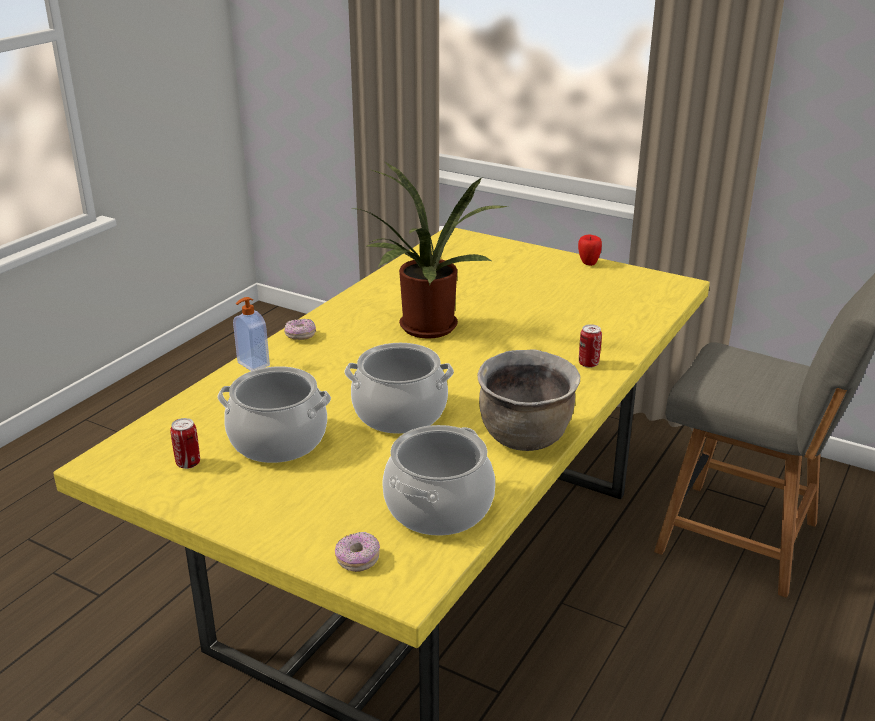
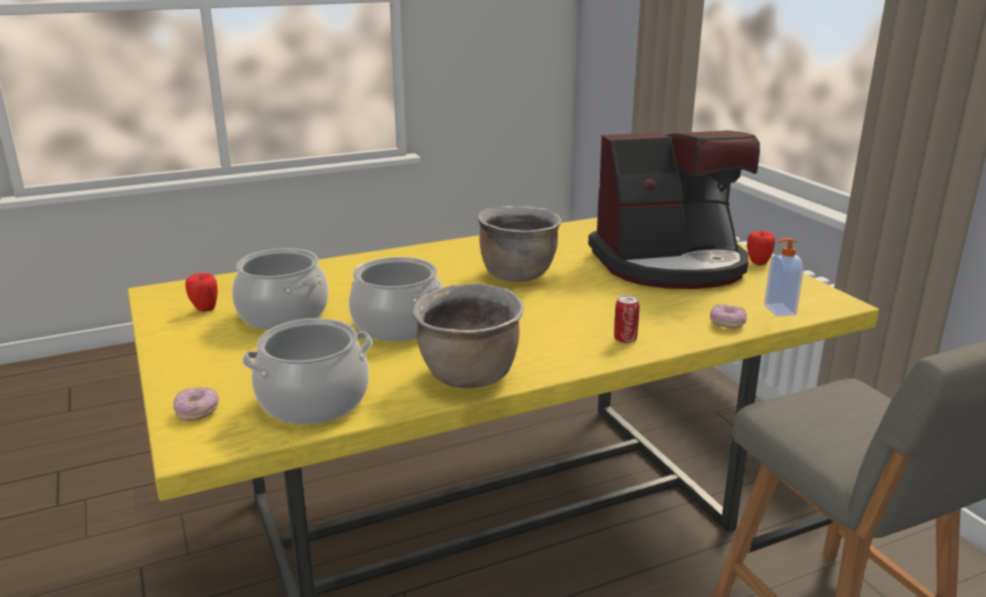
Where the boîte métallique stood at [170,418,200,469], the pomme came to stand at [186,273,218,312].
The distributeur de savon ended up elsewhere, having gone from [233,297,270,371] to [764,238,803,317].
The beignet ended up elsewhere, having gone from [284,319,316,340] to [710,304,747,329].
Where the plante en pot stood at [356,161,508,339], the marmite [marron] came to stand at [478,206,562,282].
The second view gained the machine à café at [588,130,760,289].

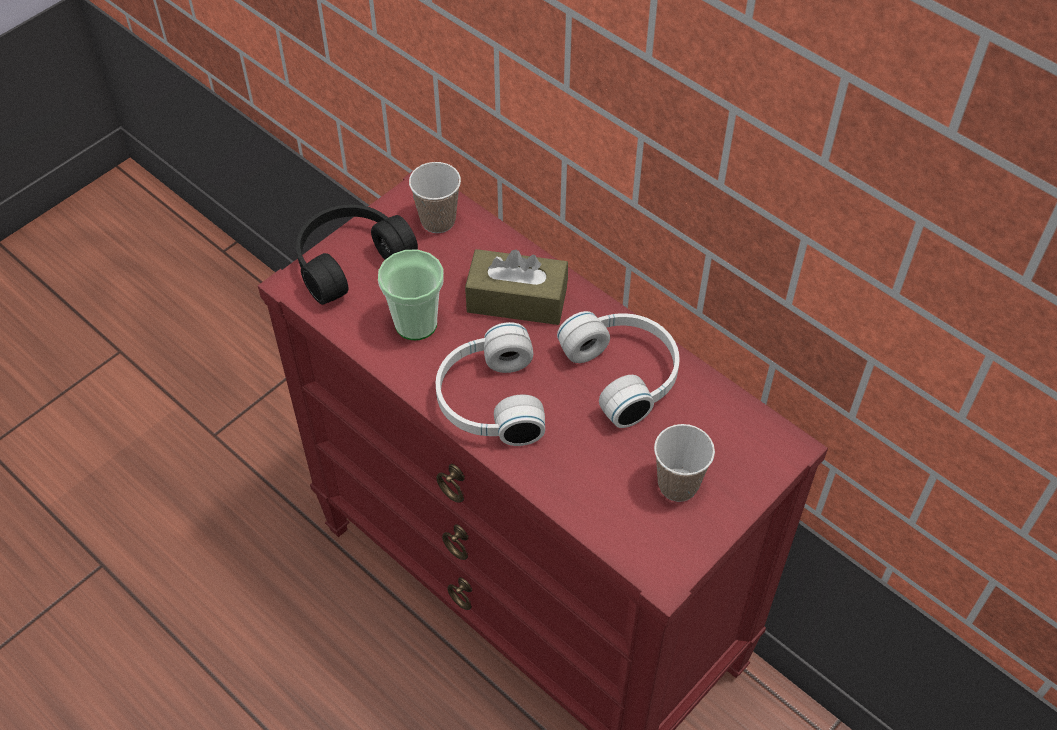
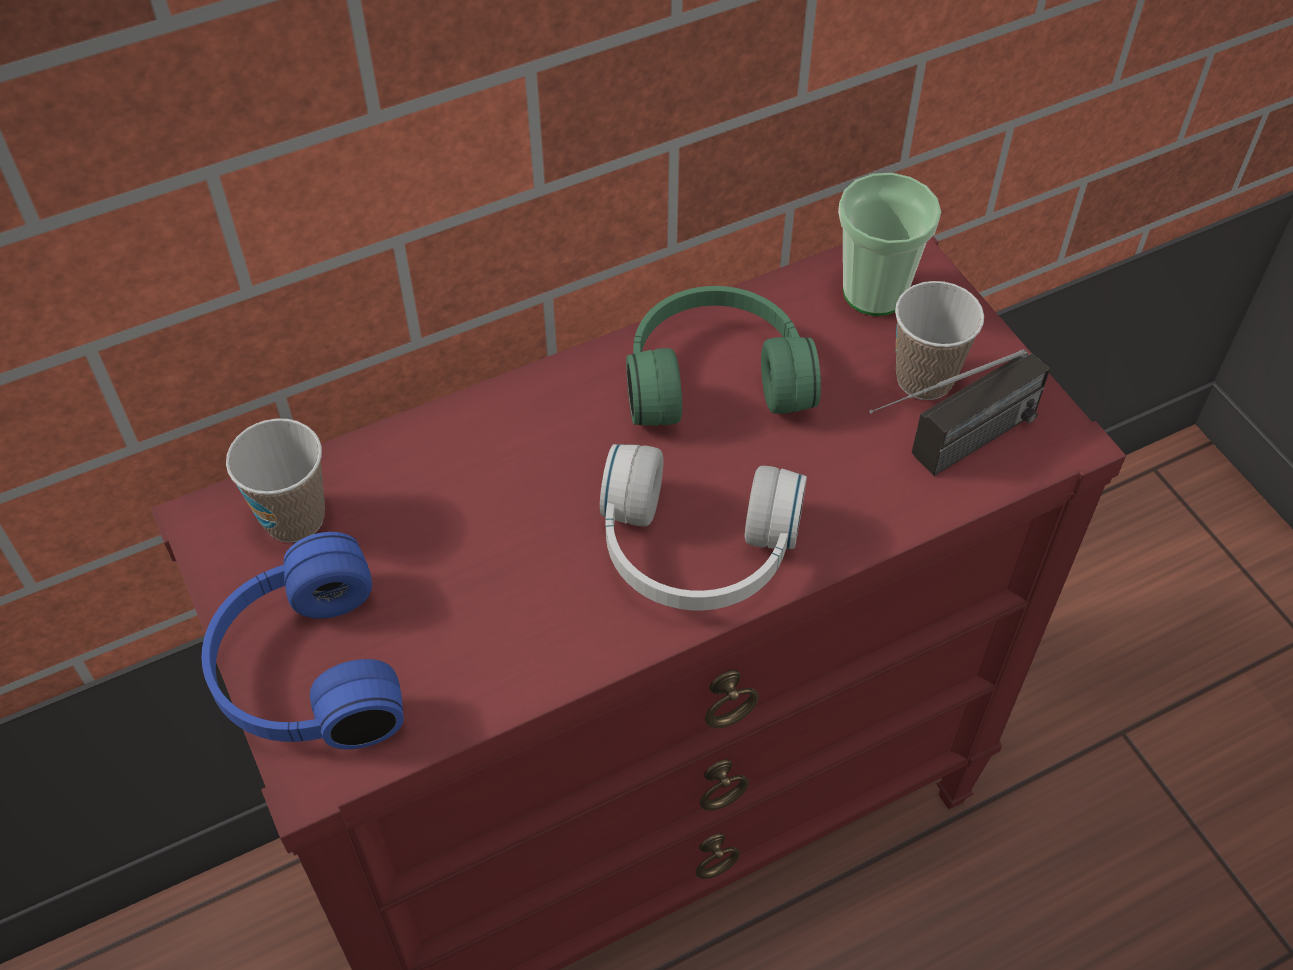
What was the casque audio [noir] at [296,204,418,305] turned into the casque audio [bleu] at [201,532,404,749].
The tasse ended up elsewhere, having gone from [378,250,444,340] to [838,173,941,316].
The second view lost the boîte à mouchoirs [marron] at [465,249,568,325].
What was the casque audio [blanc] at [557,311,680,428] turned into the casque audio [vert] at [626,286,821,426].
The second view gained the radio at [870,349,1050,476].

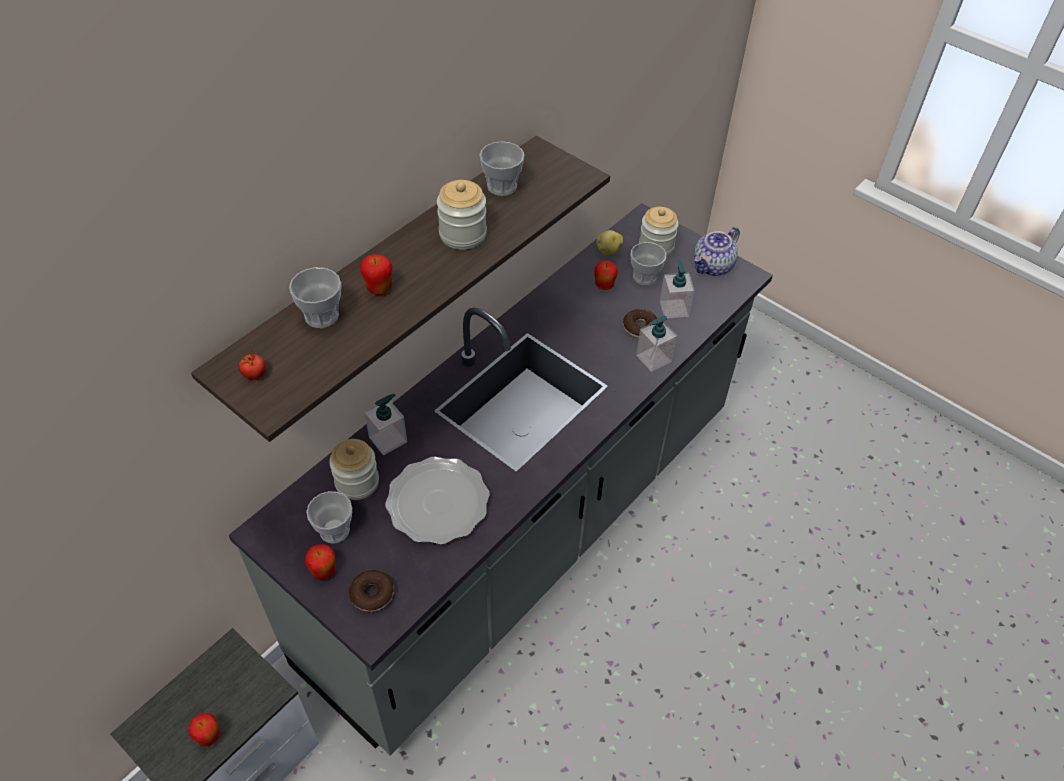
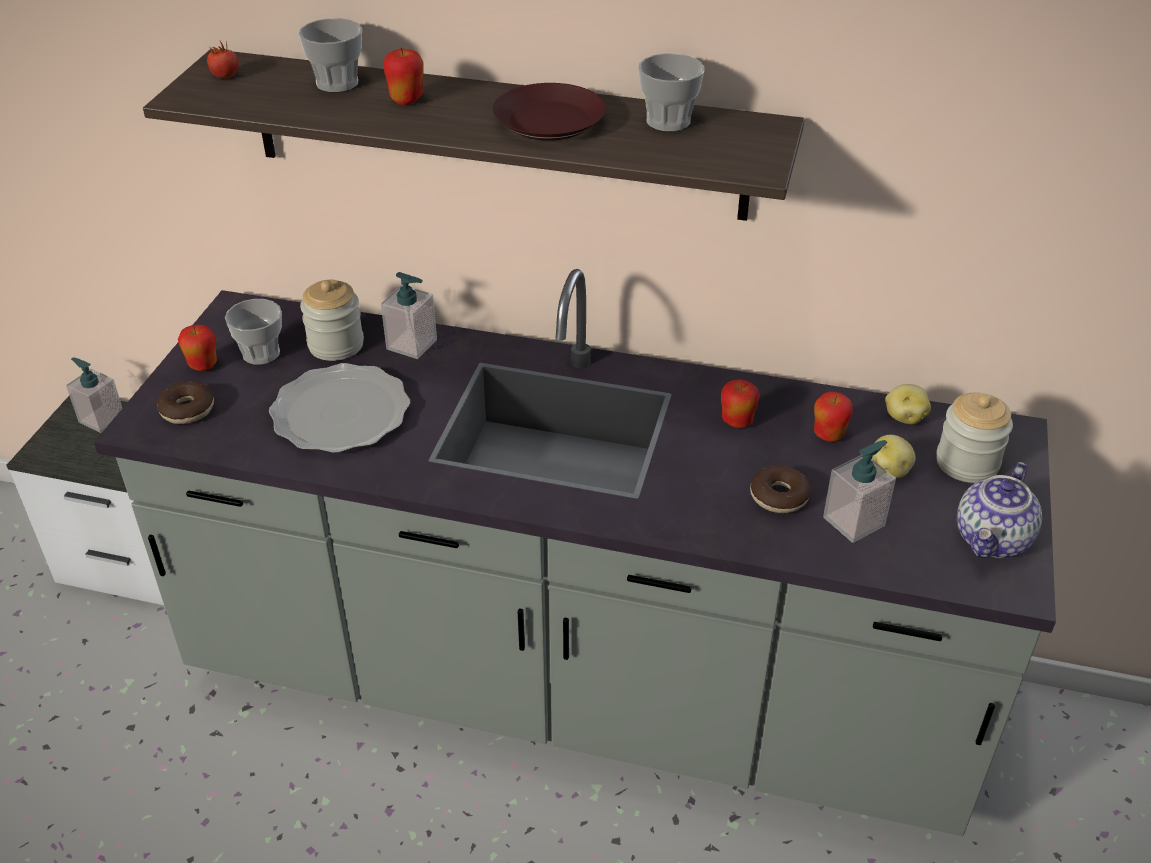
The pomme ended up elsewhere, having gone from [188,713,220,746] to [721,379,760,428].
Where the bocal stood at [437,180,487,250], the assiette [marron] came to stand at [493,83,606,141].
Where the tasse stood at [631,242,667,285], the pomme de terre came to stand at [872,435,915,478].
The distributeur de savon ended up elsewhere, having gone from [636,315,677,372] to [66,358,122,433].
The théière at [694,227,740,276] ended up facing another way, 75 degrees counterclockwise from before.

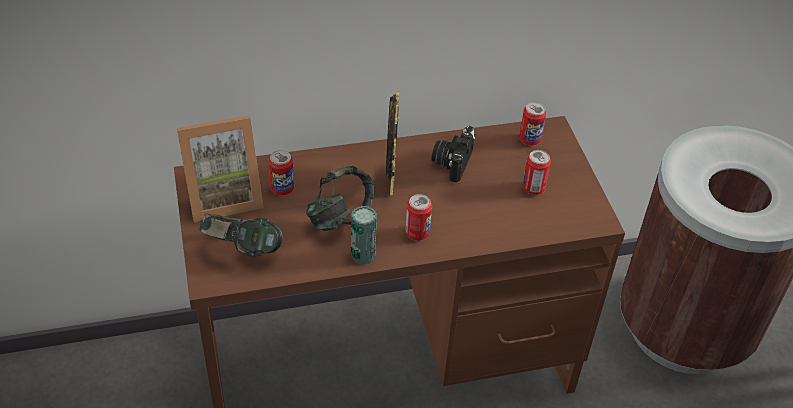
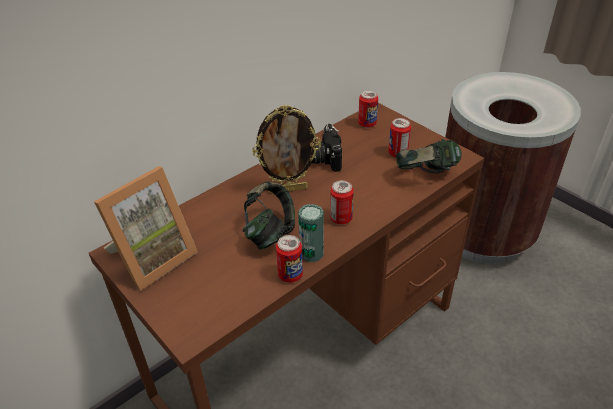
The casque audio ended up elsewhere, having gone from [199,213,283,257] to [396,139,462,173].
The boîte métallique ended up elsewhere, having gone from [269,150,294,196] to [276,235,303,283].
The cadre photo at [386,91,399,195] ended up facing another way, 105 degrees clockwise from before.

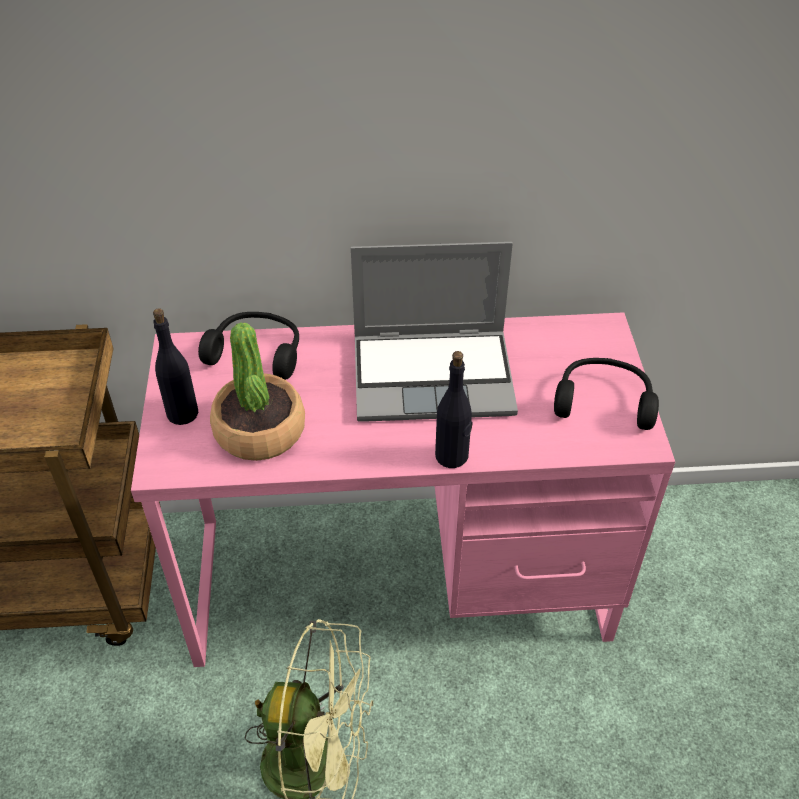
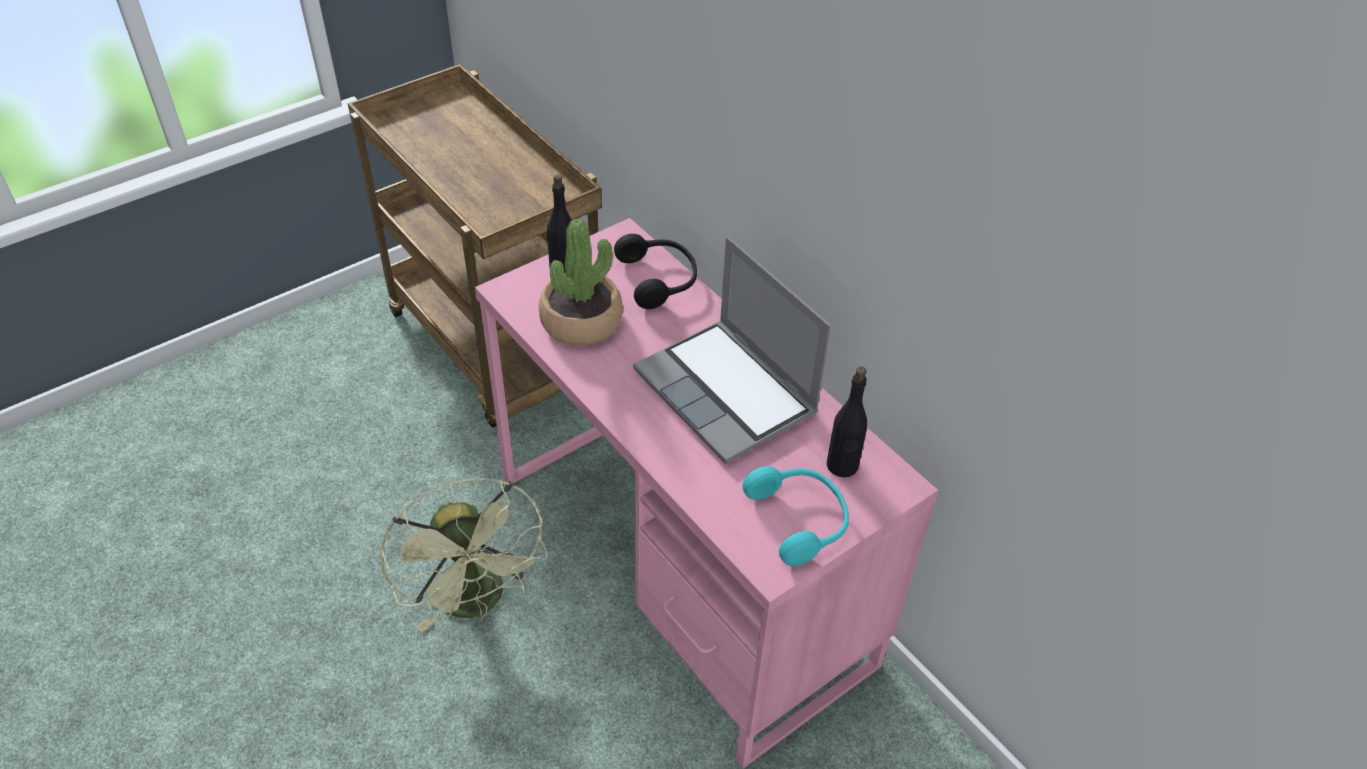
The bouteille [noir] ended up elsewhere, having gone from [435,351,472,468] to [827,367,867,477].
What was the casque audio [noir] at [554,358,659,430] turned into the casque audio [turquoise] at [743,466,849,566].

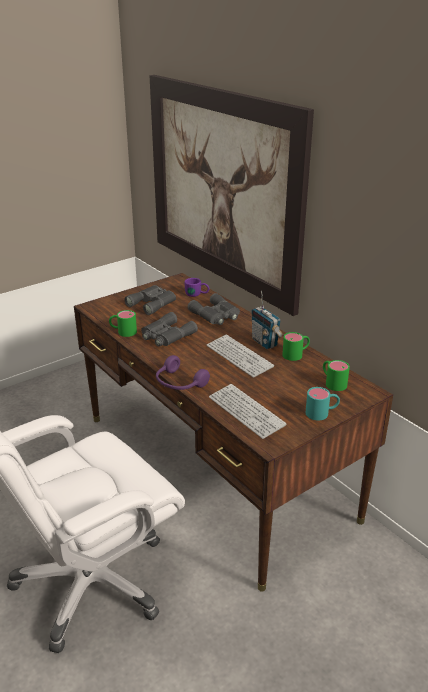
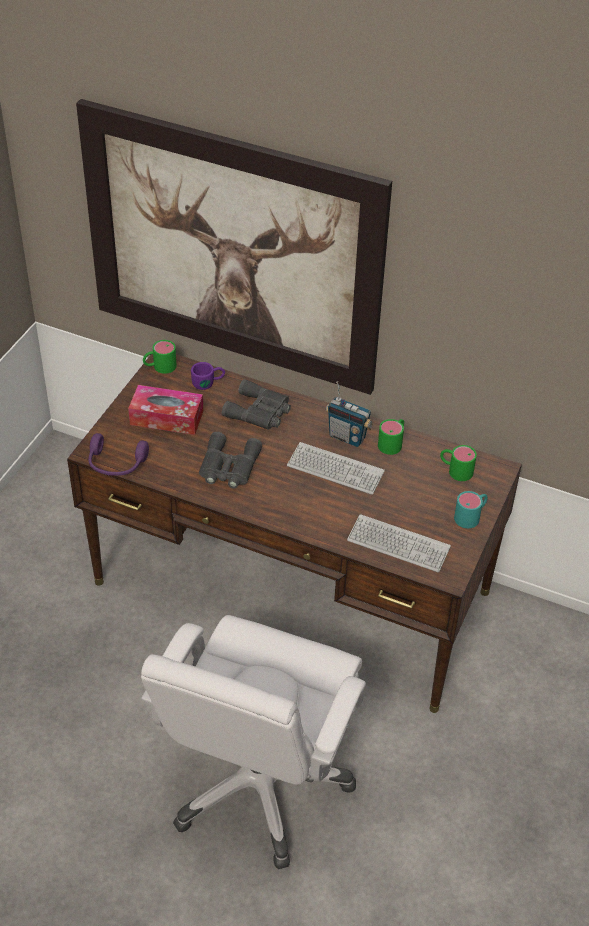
The mug [vert] ended up elsewhere, having gone from [109,310,137,337] to [143,340,177,374].
Where the jumelles [gris] stood at [124,285,176,315], the boîte à mouchoirs came to stand at [128,385,203,435].
The casque audio [violet] ended up elsewhere, having gone from [156,355,210,390] to [88,433,149,476].

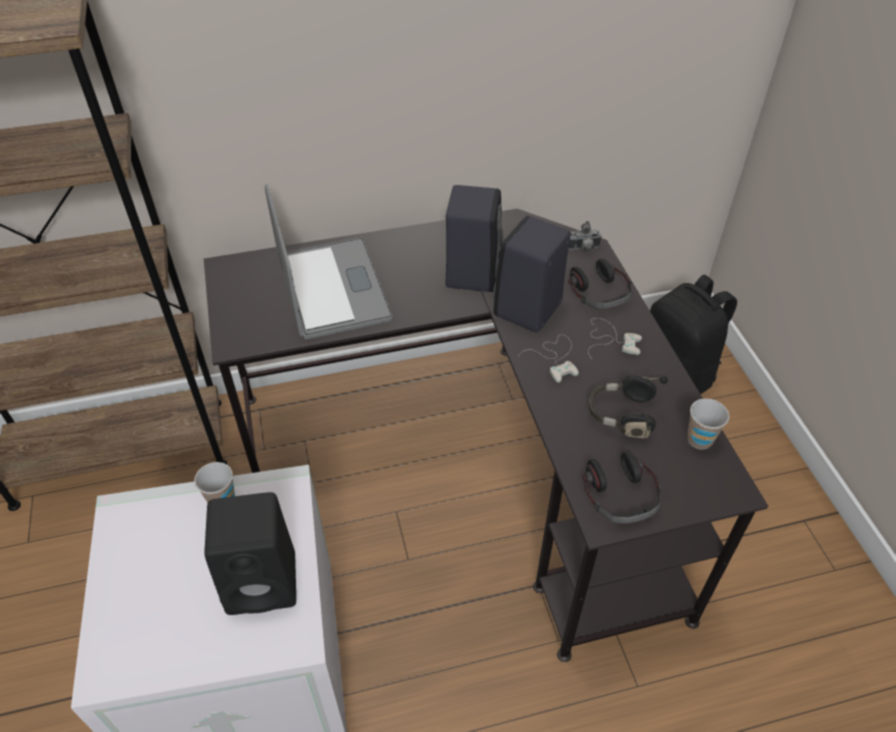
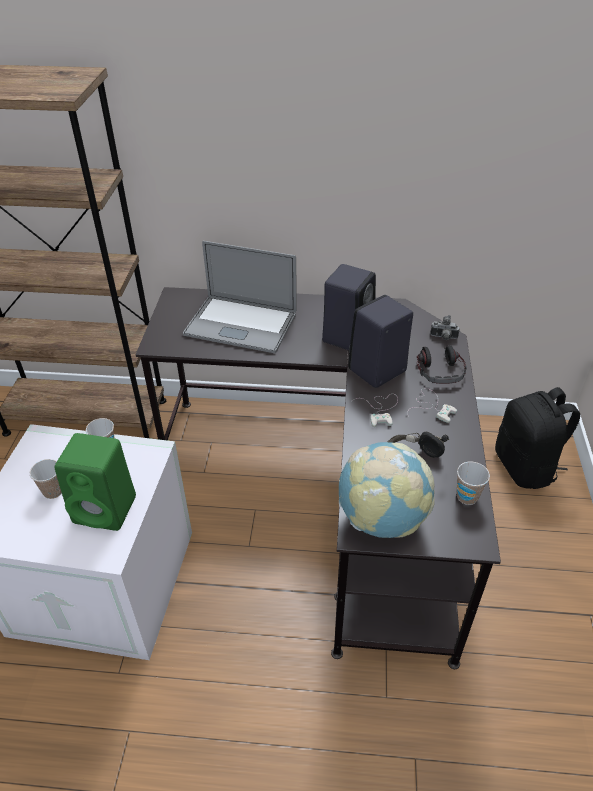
What was the enceinte [noir] at [205,492,296,615] turned into the enceinte [vert] at [55,433,136,531].
The ordinateur portable at [265,184,393,340] ended up facing another way, 105 degrees clockwise from before.
Where the casque audio stood at [583,450,661,524], the globe came to stand at [339,442,435,538].
The second view gained the tasse at [30,459,62,499].

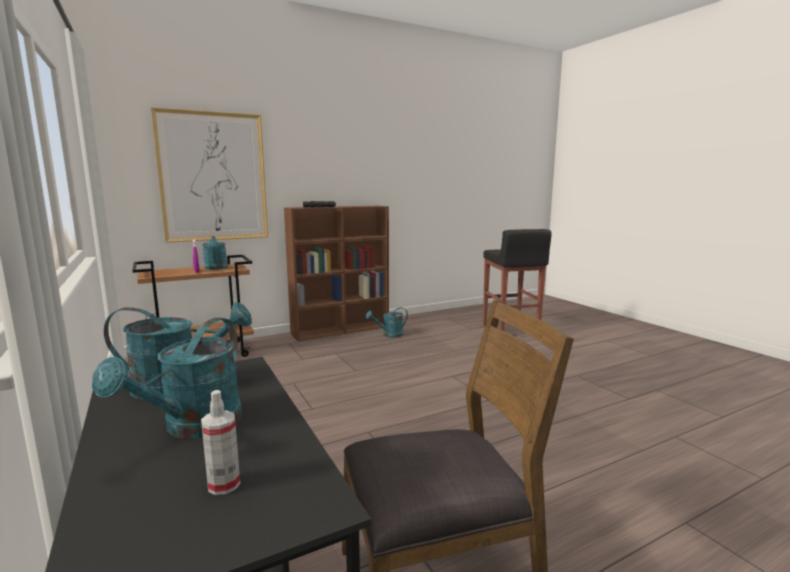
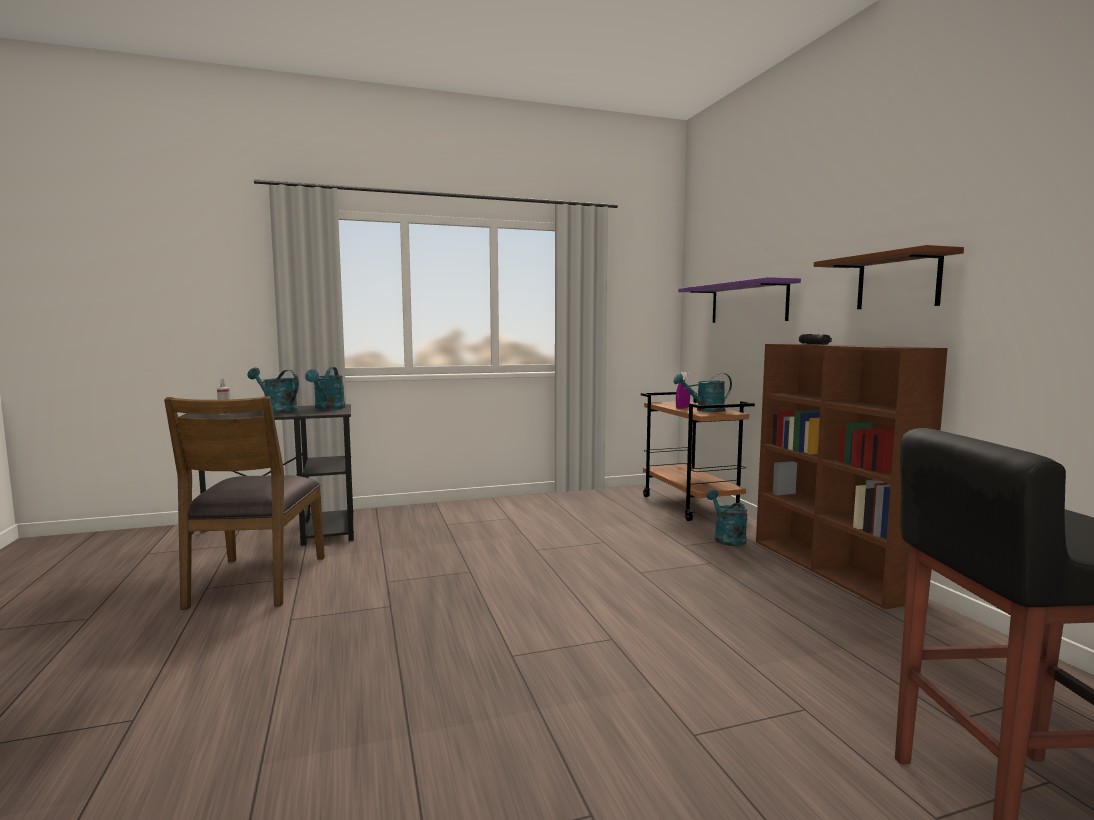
Where the tableau hung at [151,107,268,243], the étagère [violet] came to hang at [678,277,801,323].
The arrosoir [turquoise] ended up elsewhere, having gone from [366,307,408,338] to [706,490,747,546].
The second view gained the étagère [marron] at [814,245,964,309].

